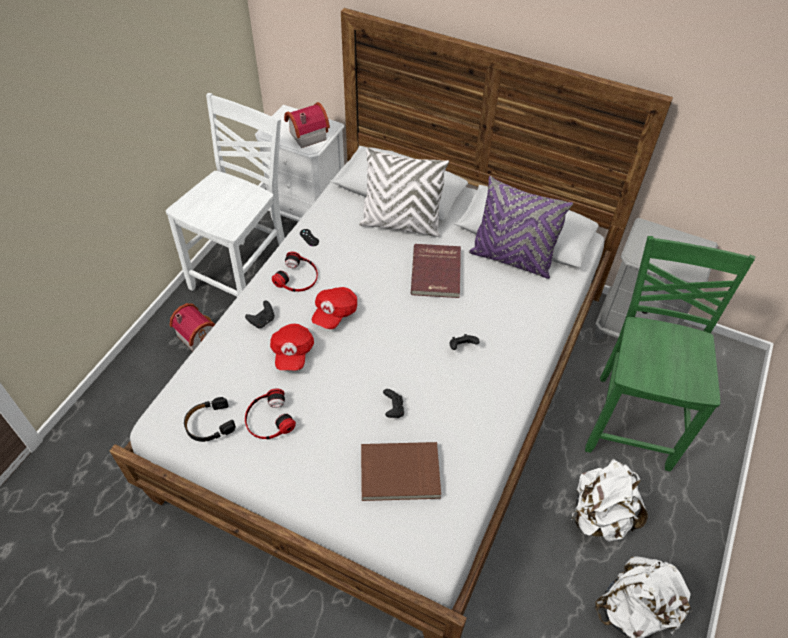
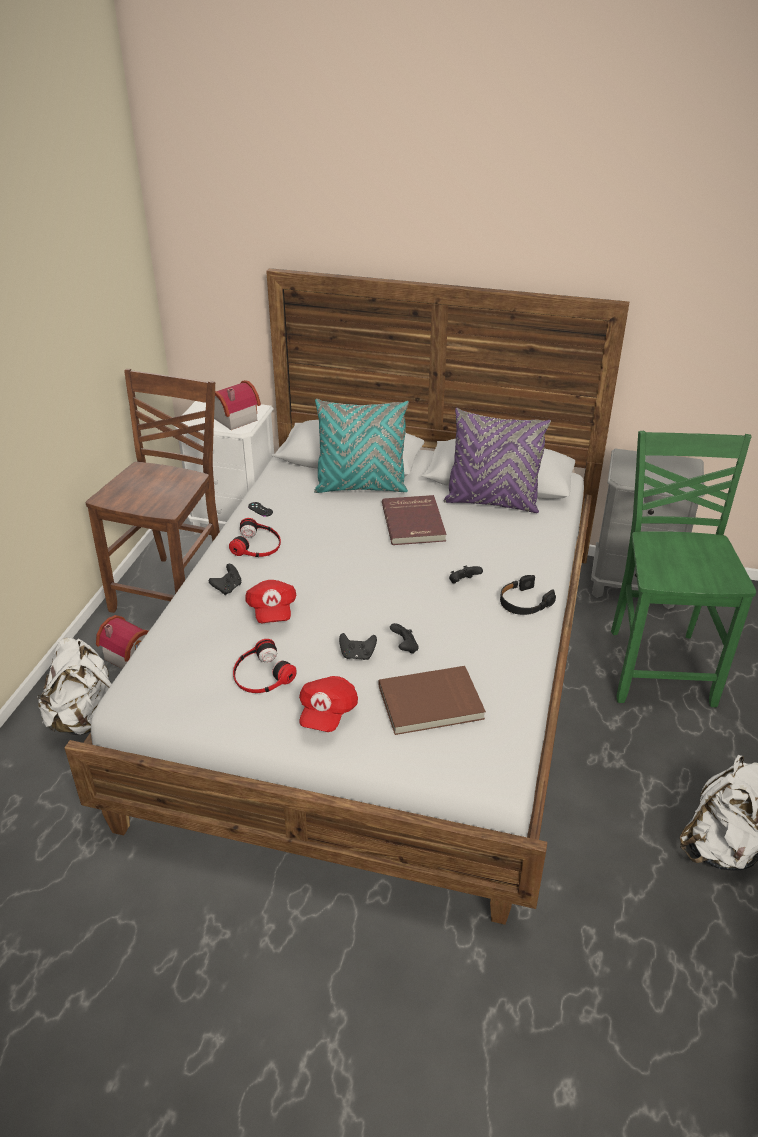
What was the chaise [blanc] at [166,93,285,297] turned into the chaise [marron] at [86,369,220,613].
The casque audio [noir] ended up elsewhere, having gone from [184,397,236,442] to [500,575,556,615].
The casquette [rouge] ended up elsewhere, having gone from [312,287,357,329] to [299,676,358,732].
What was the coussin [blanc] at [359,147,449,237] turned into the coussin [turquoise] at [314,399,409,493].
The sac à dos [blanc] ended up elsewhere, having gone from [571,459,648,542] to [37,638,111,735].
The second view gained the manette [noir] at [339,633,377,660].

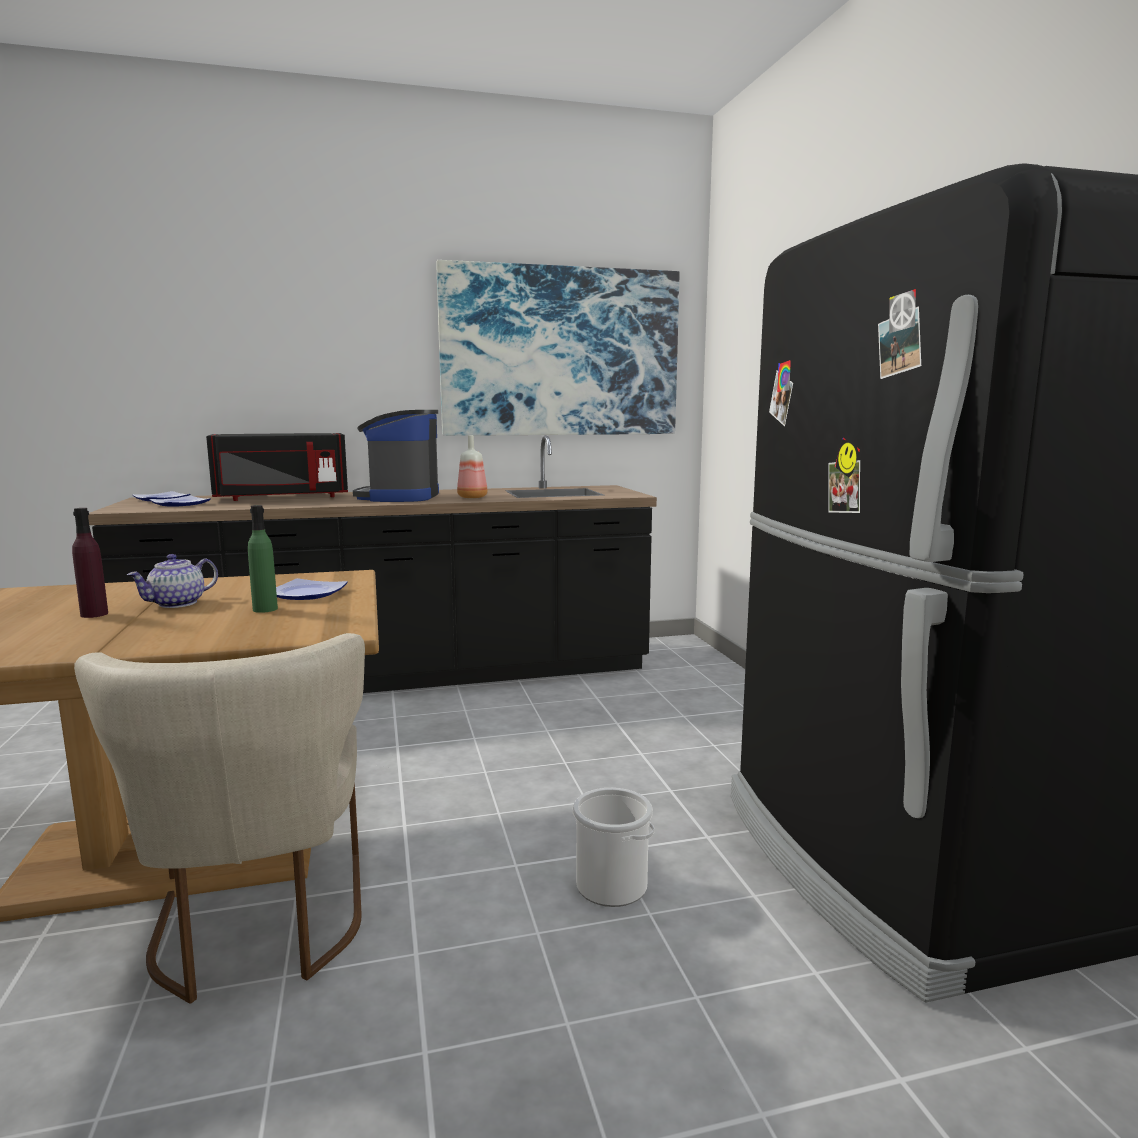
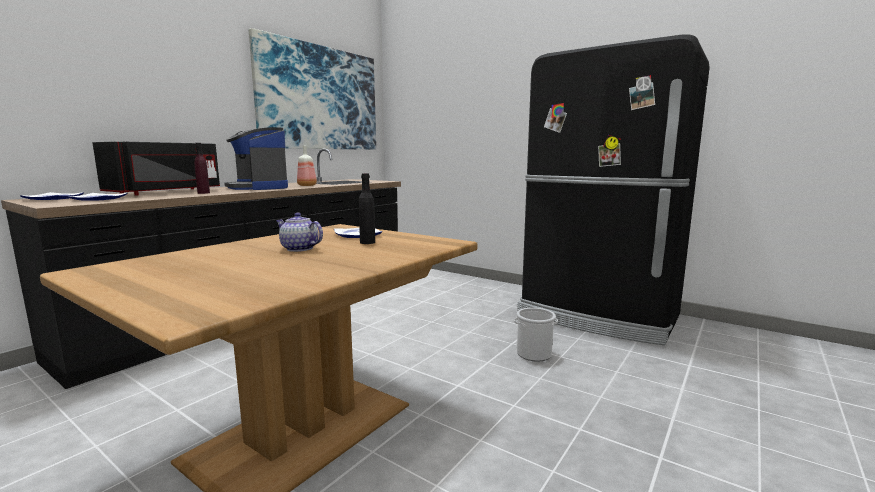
The bouteille [violet] ended up elsewhere, having gone from [72,508,108,618] to [194,143,210,194].
The second view lost the chaise [beige] at [74,633,365,1004].
The théière at [127,554,218,608] ended up facing another way, 120 degrees clockwise from before.
What was the bouteille [vert] at [248,505,278,613] turned into the bouteille [noir] at [359,173,375,244].

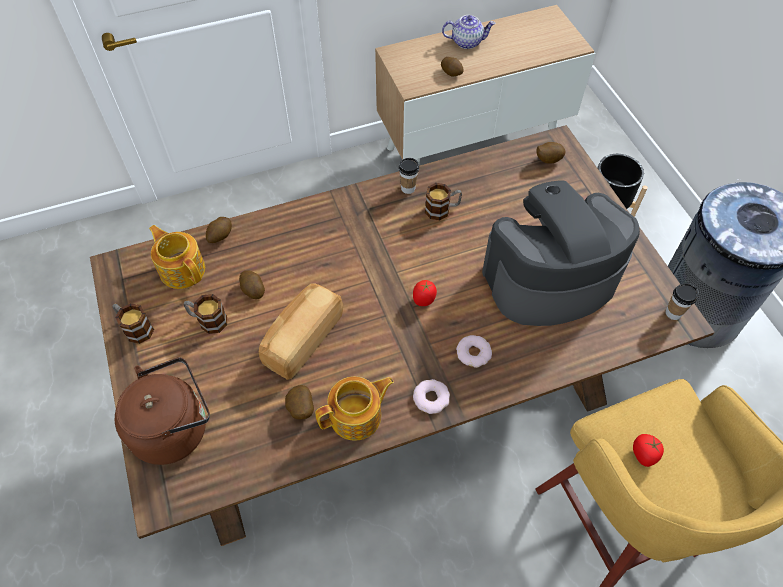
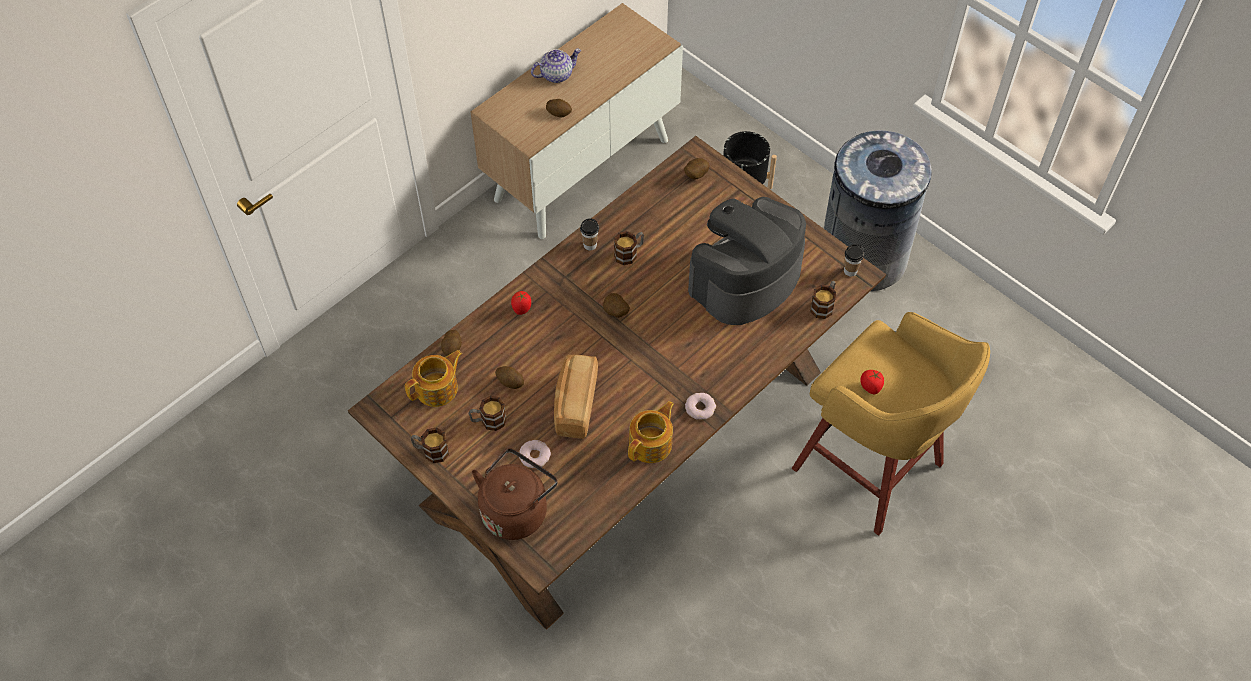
The théière at [149,225,205,289] ended up facing another way, 120 degrees clockwise from before.
The pomme de terre ended up elsewhere, having gone from [285,385,314,420] to [603,293,630,318].
The tomate ended up elsewhere, having gone from [413,280,437,306] to [511,291,531,315].
The beignet ended up elsewhere, having gone from [456,335,492,368] to [519,440,551,468].
The second view gained the mug at [810,281,836,319].

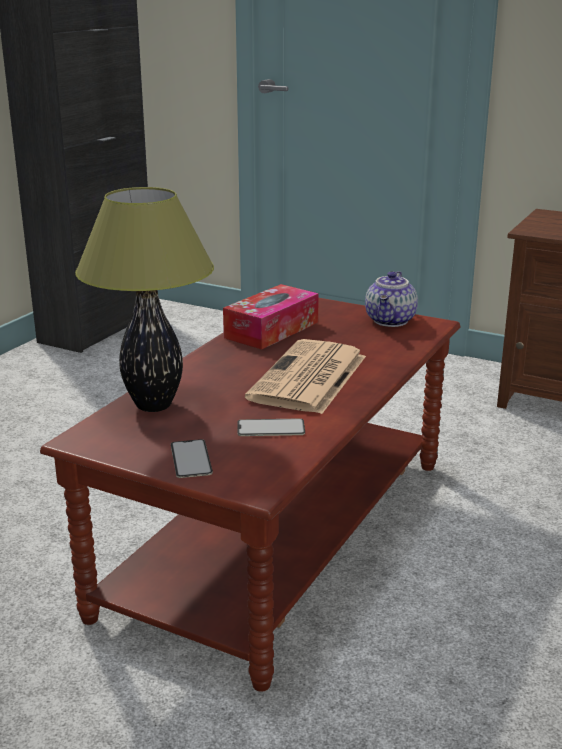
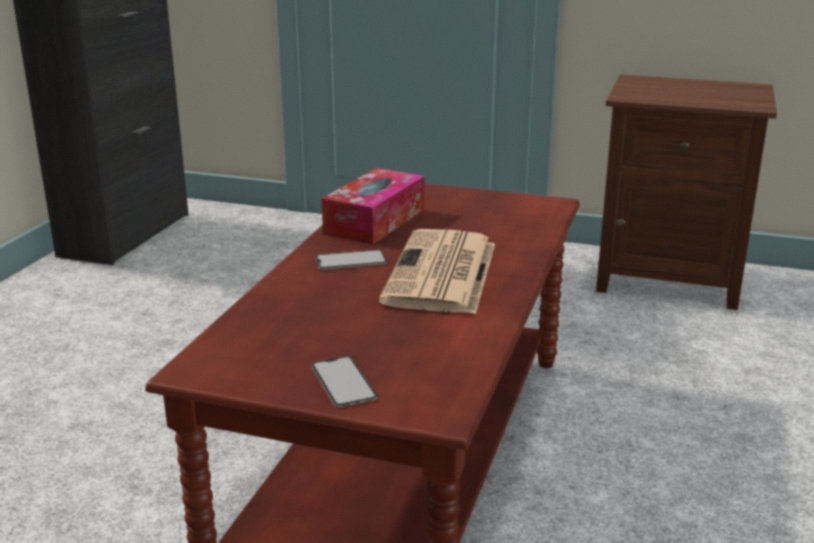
The second view lost the lampe de table at [75,187,214,412].
The téléphone ended up elsewhere, having gone from [237,418,305,436] to [316,250,387,270].
The second view lost the théière at [365,271,418,327].

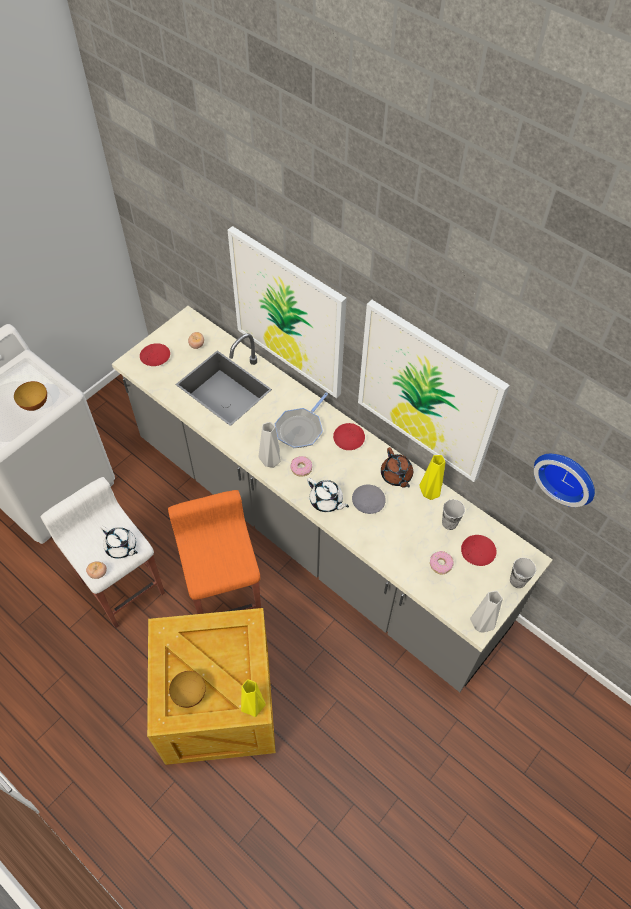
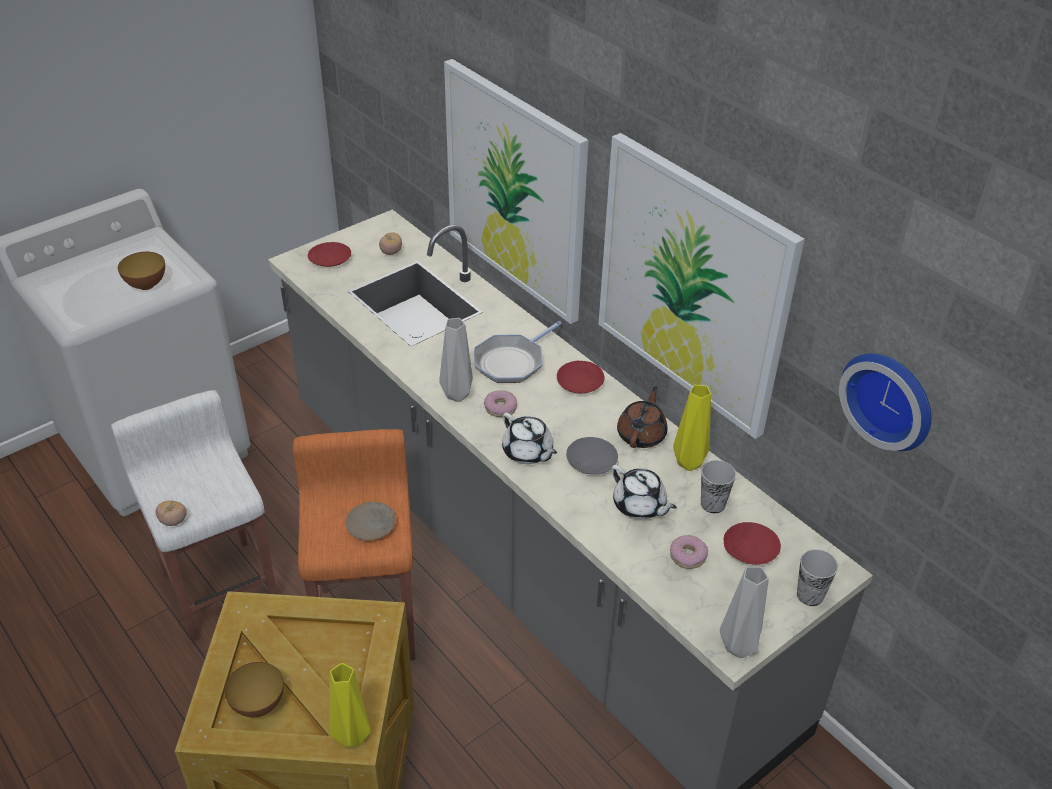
The théière [blanc] ended up elsewhere, having gone from [101,526,138,559] to [611,465,677,519].
The théière [marron] at [381,447,413,488] ended up facing another way, 150 degrees counterclockwise from before.
The second view gained the assiette [beige] at [346,502,396,540].

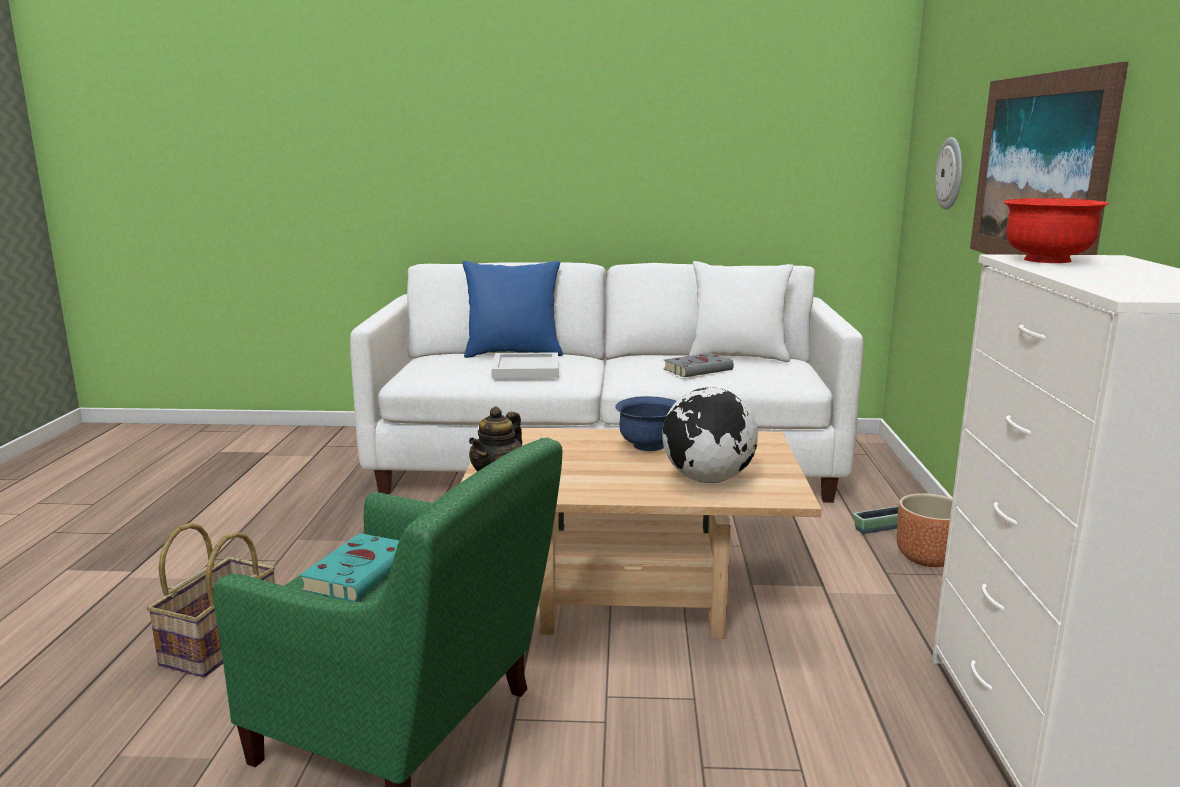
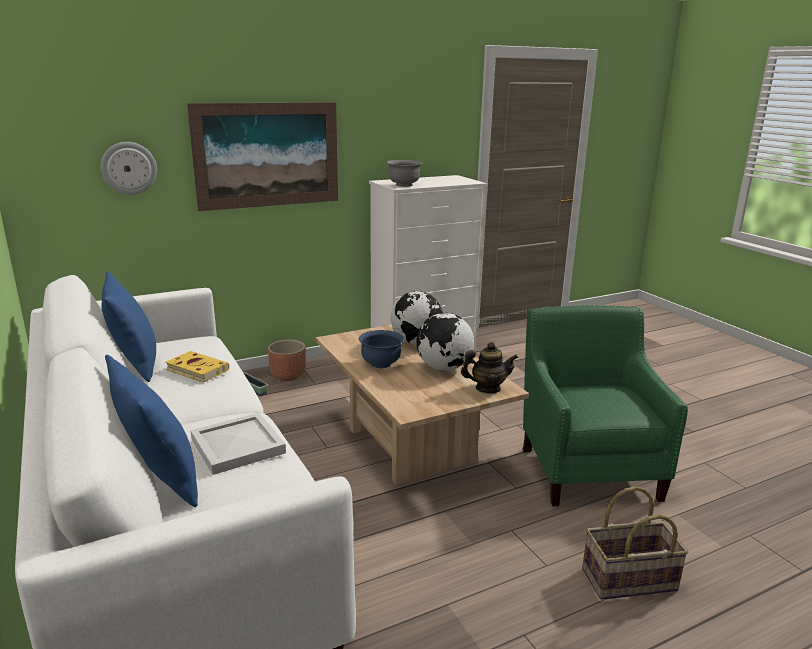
The second view lost the livre [turquoise] at [299,533,399,602].
What was the livre [gris] at [663,353,734,377] turned into the livre [jaune] at [165,351,229,383].
What was the coussin [blanc] at [689,261,793,362] turned into the coussin [bleu] at [102,271,156,382].
What was the bol [rouge] at [1003,198,1109,263] turned into the bol [gris] at [387,160,422,187].
The second view gained the globe at [416,313,474,371].

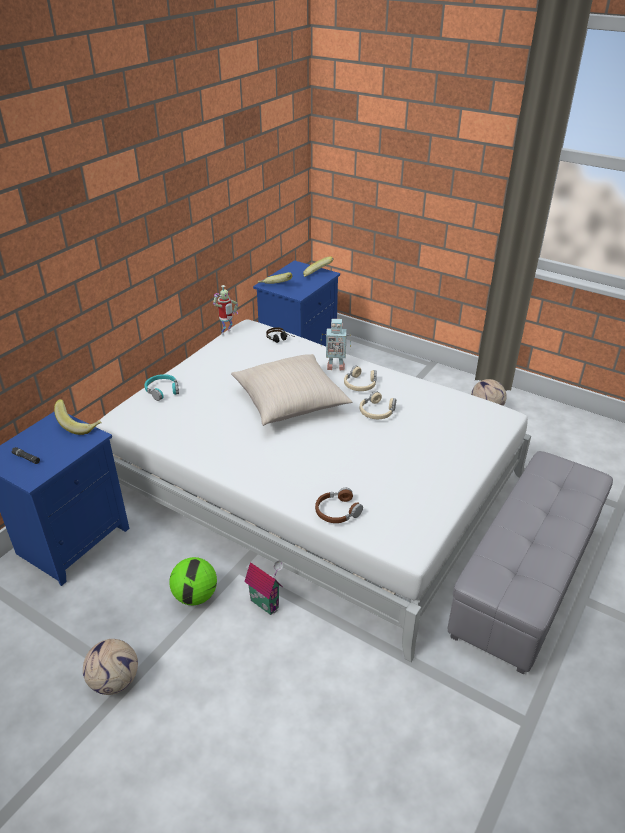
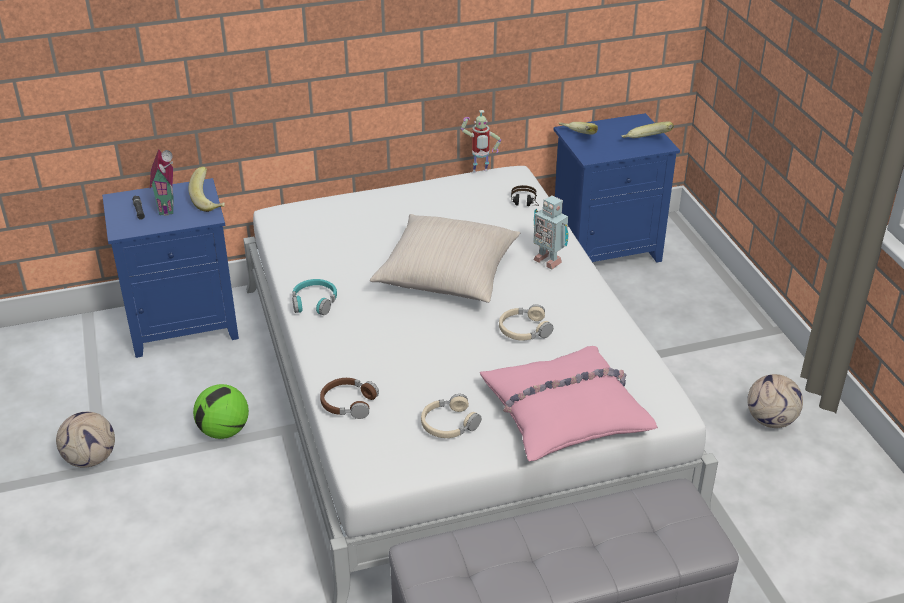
The casque audio [turquoise] ended up elsewhere, having gone from [144,374,179,401] to [292,279,337,315].
The maison miniature ended up elsewhere, having gone from [244,561,284,615] to [150,149,174,216].
The casque audio [beige] ended up elsewhere, having gone from [344,366,377,391] to [421,394,481,438].
The second view gained the coussin [rose] at [480,346,658,461].

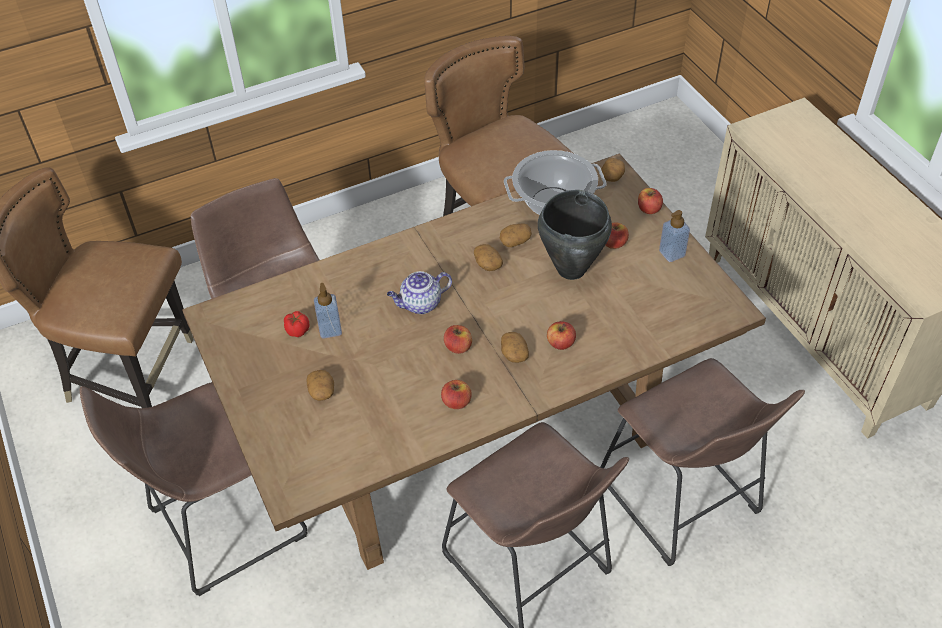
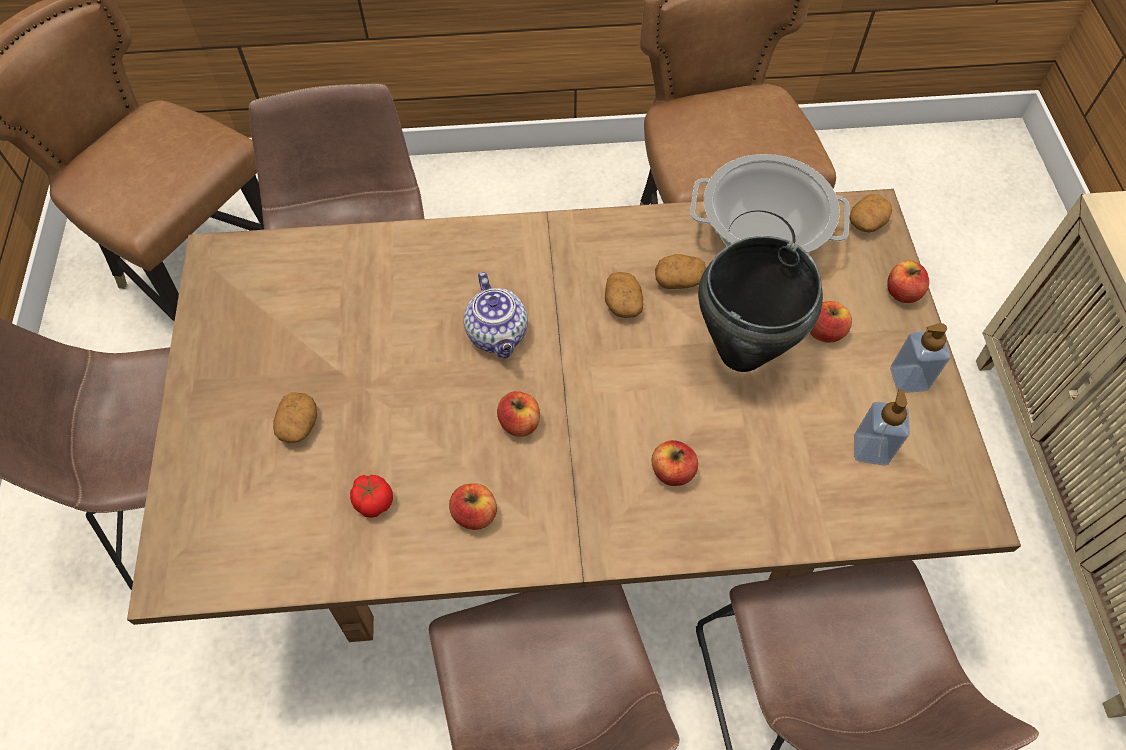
The tomate ended up elsewhere, having gone from [284,311,309,337] to [350,475,393,518].
The distributeur de savon ended up elsewhere, having gone from [314,283,342,338] to [854,389,910,466].
The théière at [387,271,452,314] ended up facing another way, 105 degrees counterclockwise from before.
The second view lost the pomme de terre at [501,332,529,363].

